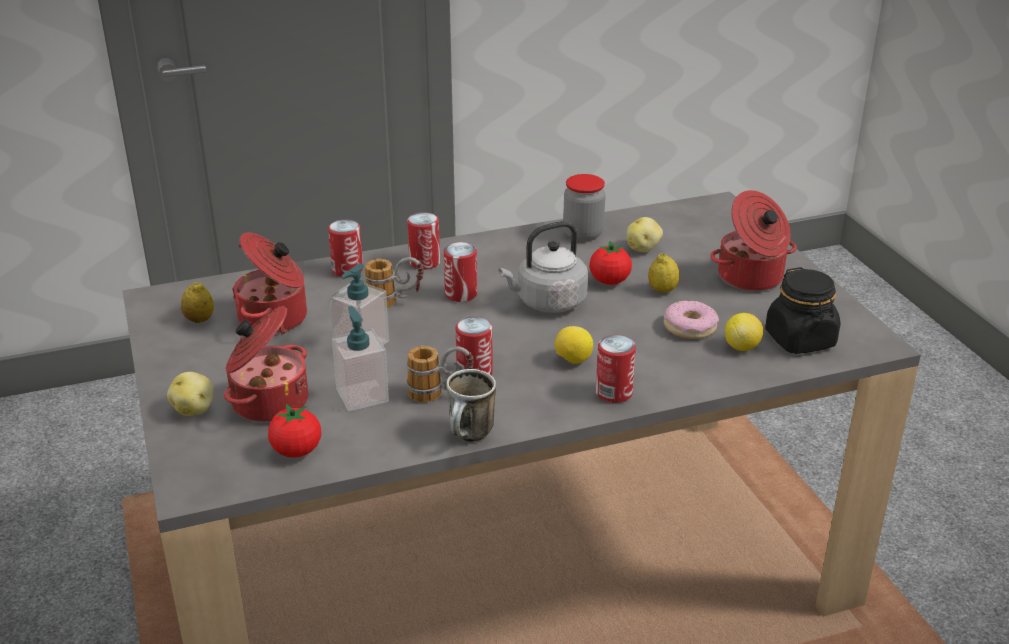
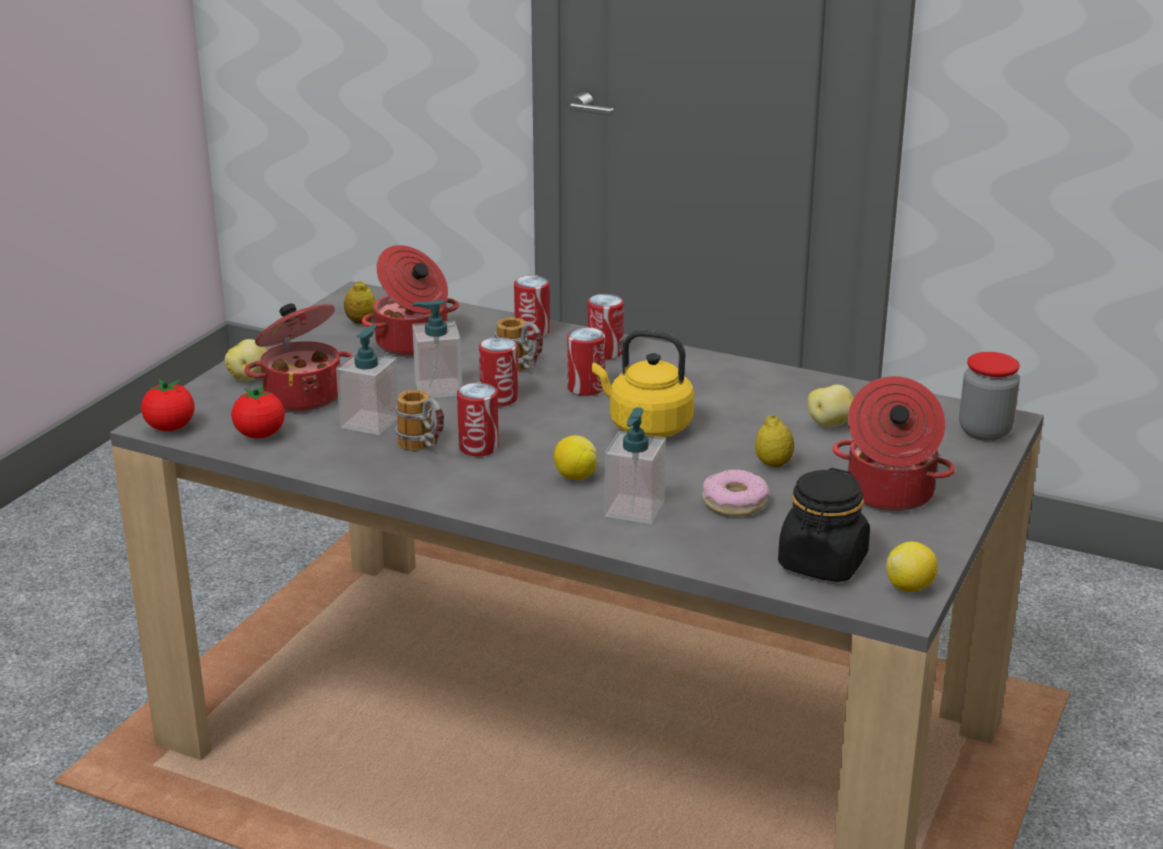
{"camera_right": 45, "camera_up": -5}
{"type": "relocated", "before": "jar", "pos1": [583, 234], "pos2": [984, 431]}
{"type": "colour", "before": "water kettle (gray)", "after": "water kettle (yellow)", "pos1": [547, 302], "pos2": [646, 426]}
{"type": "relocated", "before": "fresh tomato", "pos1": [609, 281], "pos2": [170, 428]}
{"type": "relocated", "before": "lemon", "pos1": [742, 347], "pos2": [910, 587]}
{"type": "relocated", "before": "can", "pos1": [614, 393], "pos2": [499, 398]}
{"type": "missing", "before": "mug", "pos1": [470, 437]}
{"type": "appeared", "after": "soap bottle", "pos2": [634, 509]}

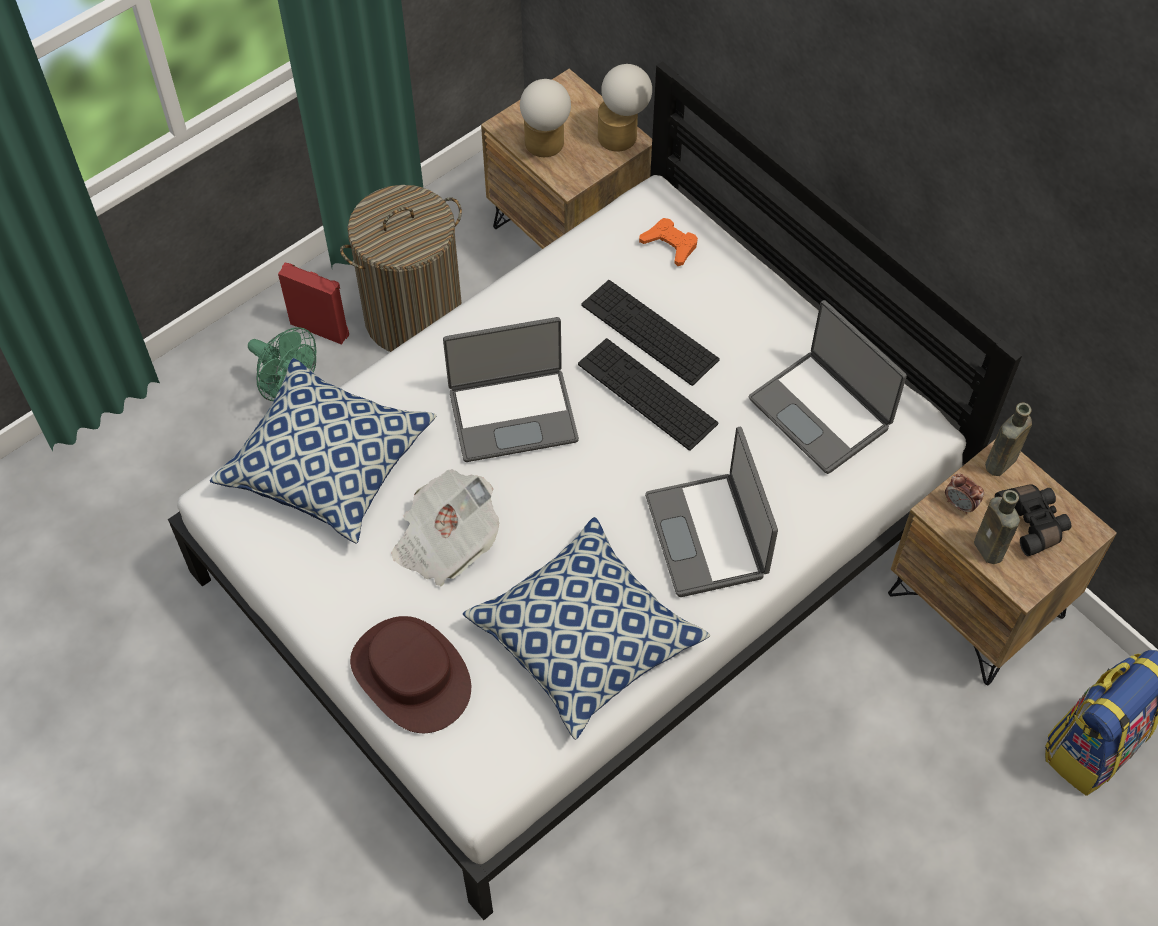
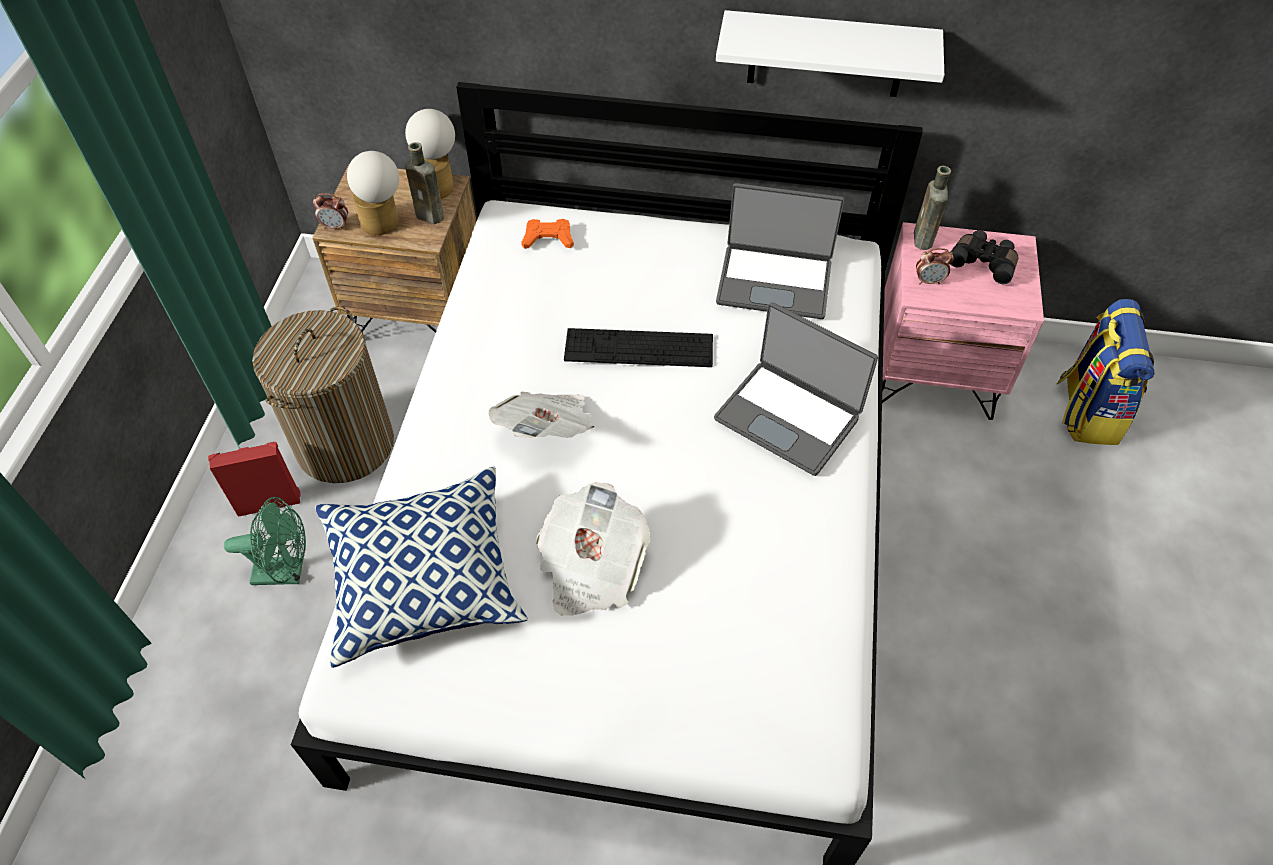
{"camera_right": -40, "camera_up": -5}
{"type": "missing", "before": "computer keyboard", "pos1": [649, 332]}
{"type": "exchanged", "before": "laptop", "after": "printed paper", "pos1": [513, 414], "pos2": [548, 430]}
{"type": "colour", "before": "nightstand (brown)", "after": "nightstand (pinkish)", "pos1": [977, 604], "pos2": [932, 373]}
{"type": "relocated", "before": "beverage bottle (brown)", "pos1": [990, 550], "pos2": [431, 216]}
{"type": "missing", "before": "cushion", "pos1": [585, 639]}
{"type": "missing", "before": "hat (brown)", "pos1": [411, 675]}
{"type": "appeared", "after": "bracket shelf (white-coloured)", "pos2": [826, 54]}
{"type": "appeared", "after": "bedside clock", "pos2": [335, 226]}

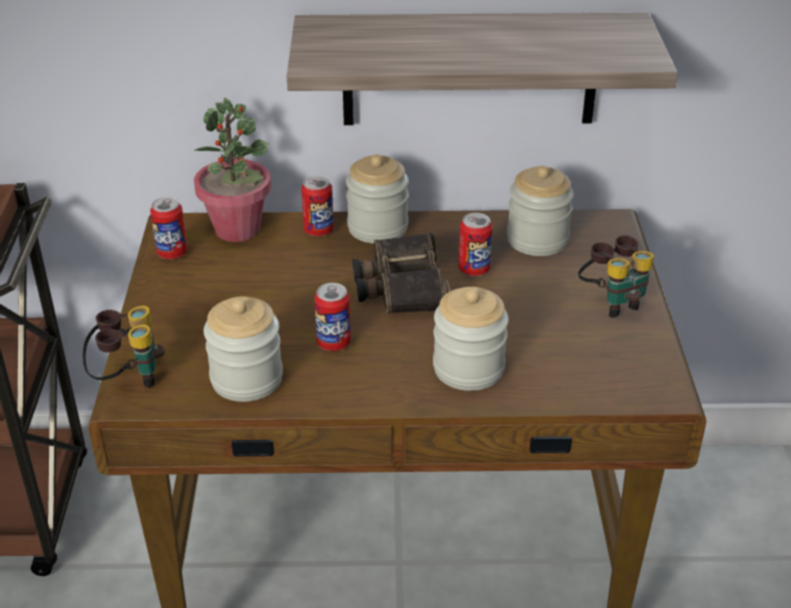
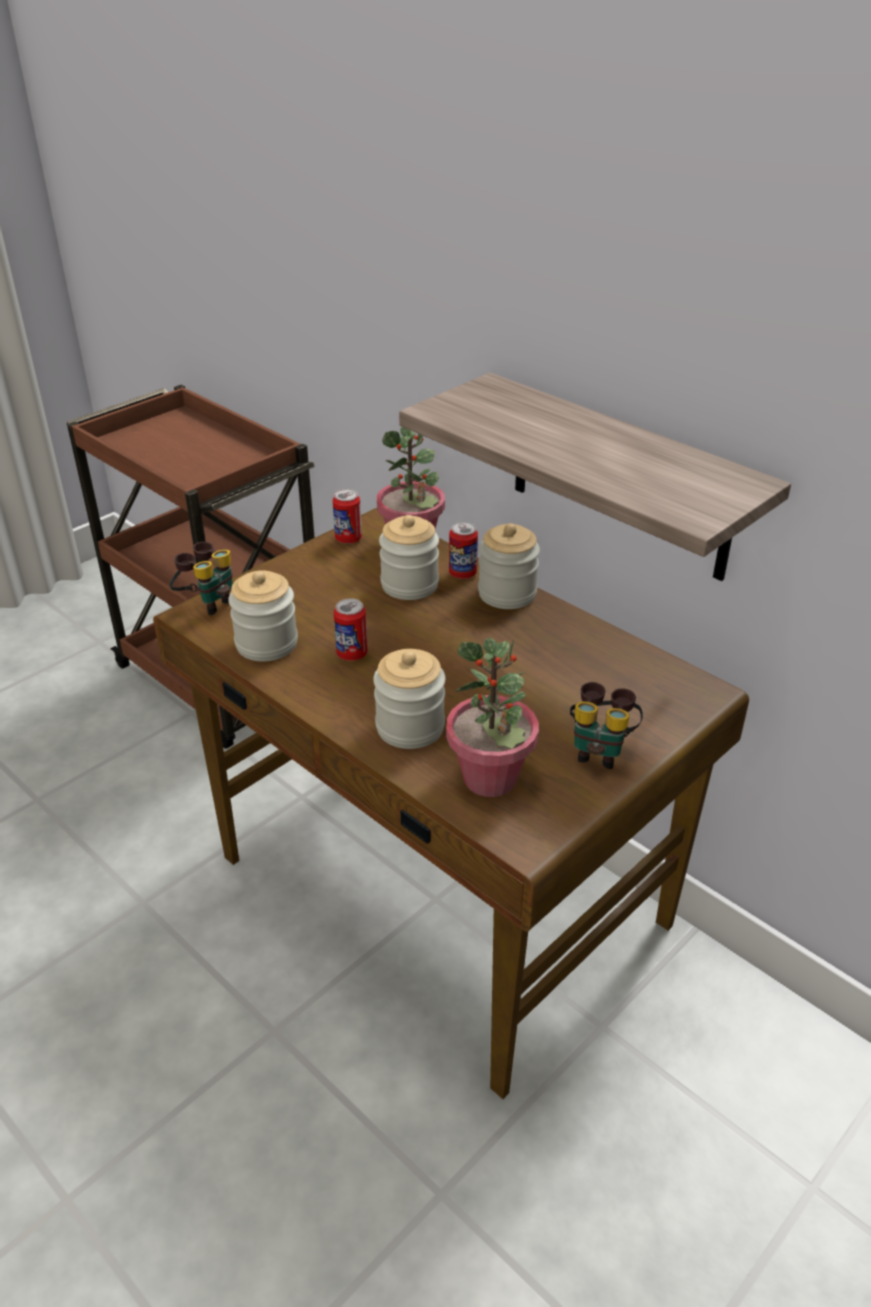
{"camera_right": 45, "camera_up": 0}
{"type": "relocated", "before": "jar", "pos1": [537, 240], "pos2": [409, 585]}
{"type": "missing", "before": "can", "pos1": [474, 269]}
{"type": "missing", "before": "pair of binoculars", "pos1": [400, 285]}
{"type": "appeared", "after": "houseplant", "pos2": [490, 778]}

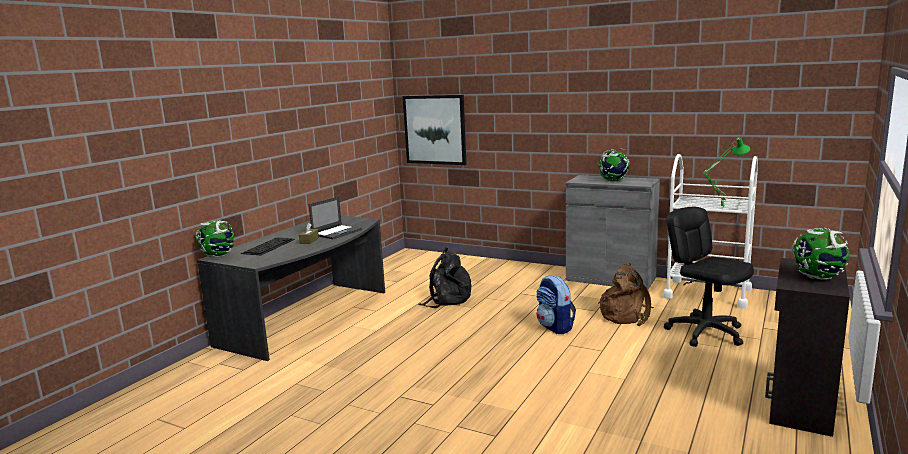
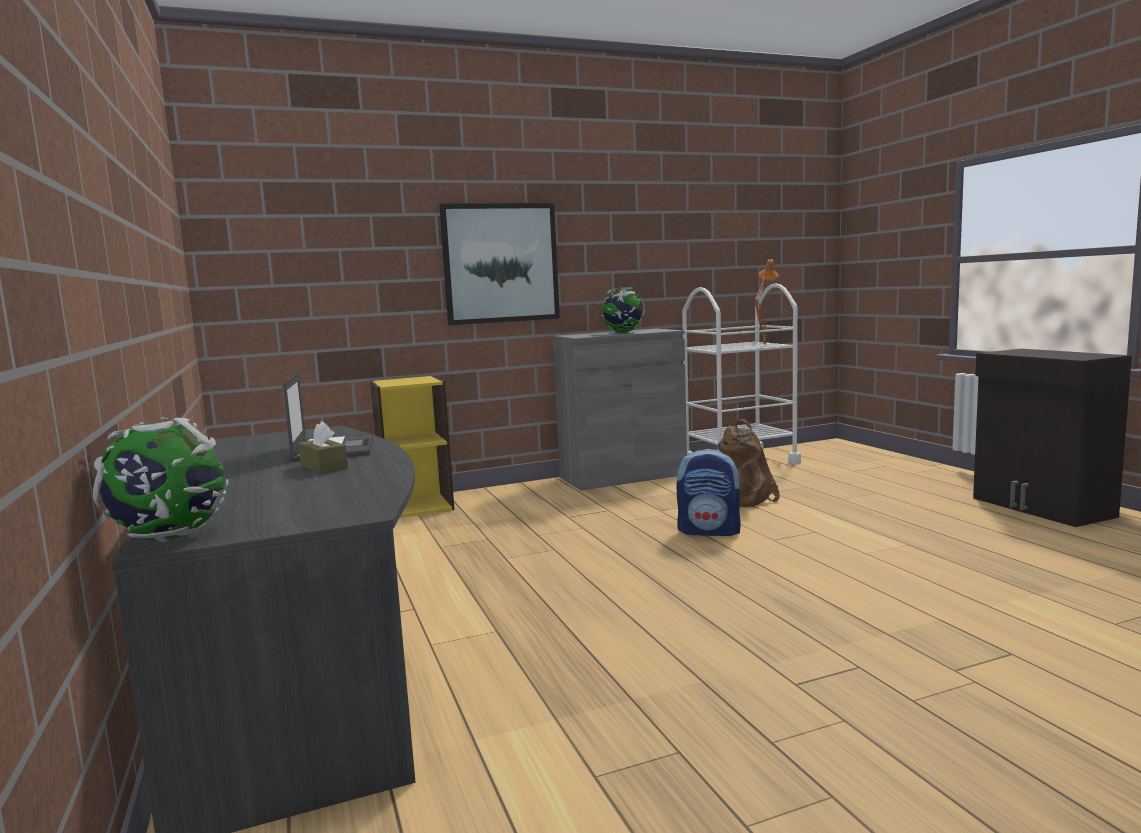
{"camera_right": -50, "camera_up": -5}
{"type": "relocated", "before": "wall art", "pos1": [435, 129], "pos2": [500, 263]}
{"type": "colour", "before": "lamp for a table (greenish)", "after": "lamp for a table (orange-coloured)", "pos1": [722, 207], "pos2": [763, 346]}
{"type": "missing", "before": "computer chair (blackish)", "pos1": [705, 332]}
{"type": "missing", "before": "world globe", "pos1": [817, 277]}
{"type": "missing", "before": "computer keyboard", "pos1": [269, 246]}
{"type": "missing", "before": "rucksack (blackish)", "pos1": [447, 299]}
{"type": "appeared", "after": "shelving unit (yellow)", "pos2": [416, 506]}

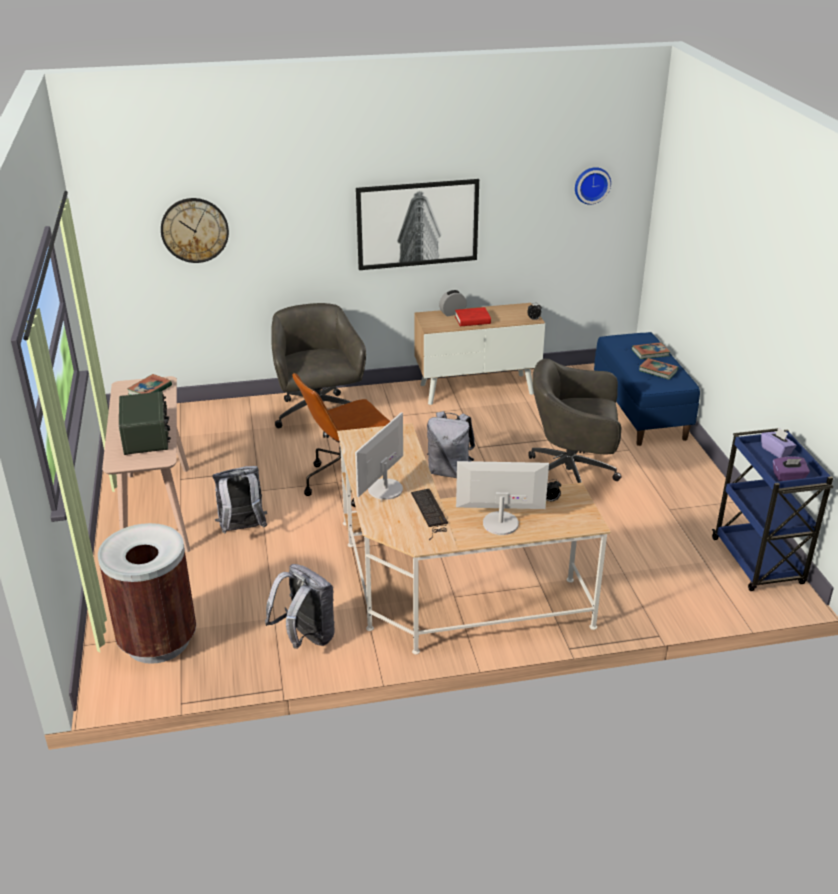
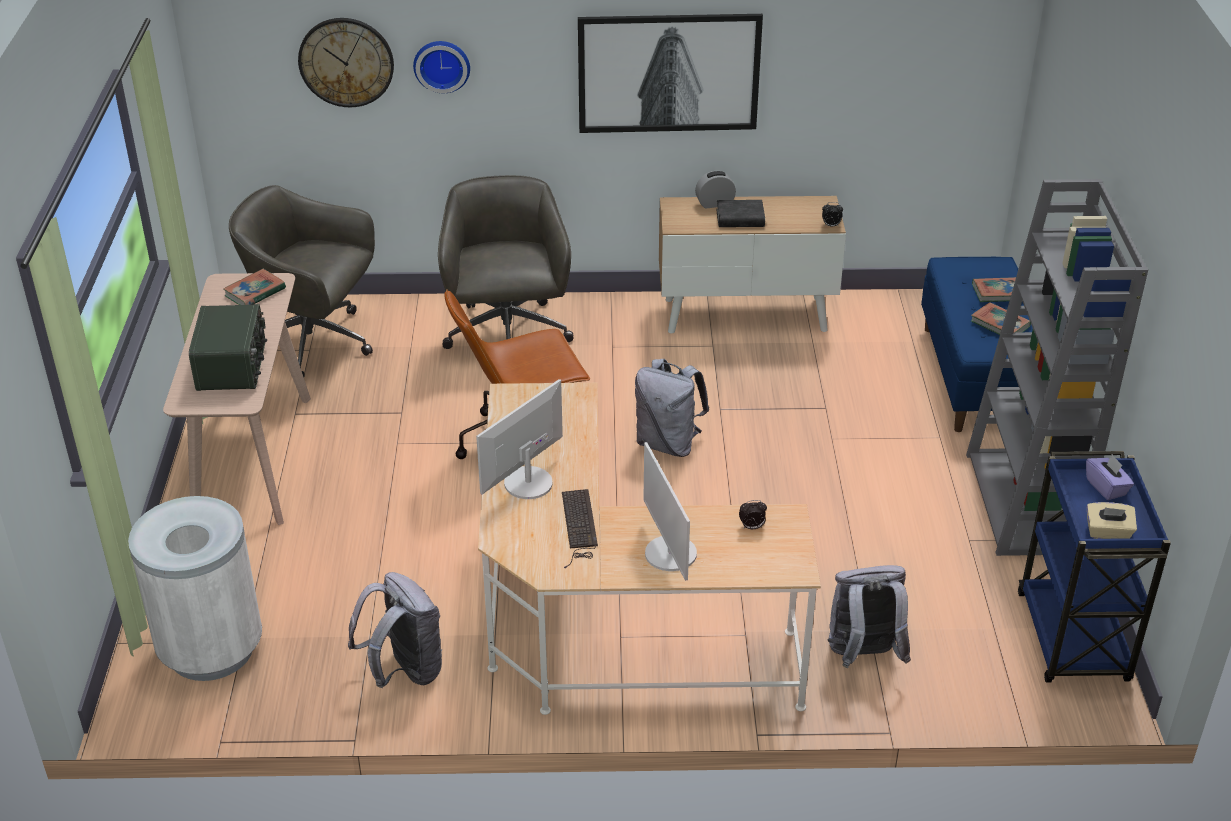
{"camera_right": 10, "camera_up": 5}
{"type": "relocated", "before": "clock on the wall", "pos1": [591, 184], "pos2": [442, 65]}
{"type": "colour", "before": "volume (reddish)", "after": "volume (blackish)", "pos1": [472, 320], "pos2": [740, 218]}
{"type": "relocated", "before": "computer chair (gray)", "pos1": [572, 476], "pos2": [314, 343]}
{"type": "colour", "before": "tissue box (purplish)", "after": "tissue box (sand-coloured)", "pos1": [788, 477], "pos2": [1108, 533]}
{"type": "spun", "before": "computer screen", "pos1": [500, 523], "pos2": [670, 554], "turn": -120}
{"type": "relocated", "before": "rucksack (gray)", "pos1": [242, 530], "pos2": [863, 656]}
{"type": "colour", "before": "rubbish bin (brown)", "after": "rubbish bin (white-coloured)", "pos1": [157, 641], "pos2": [210, 650]}
{"type": "appeared", "after": "shelving unit (gray)", "pos2": [1023, 504]}

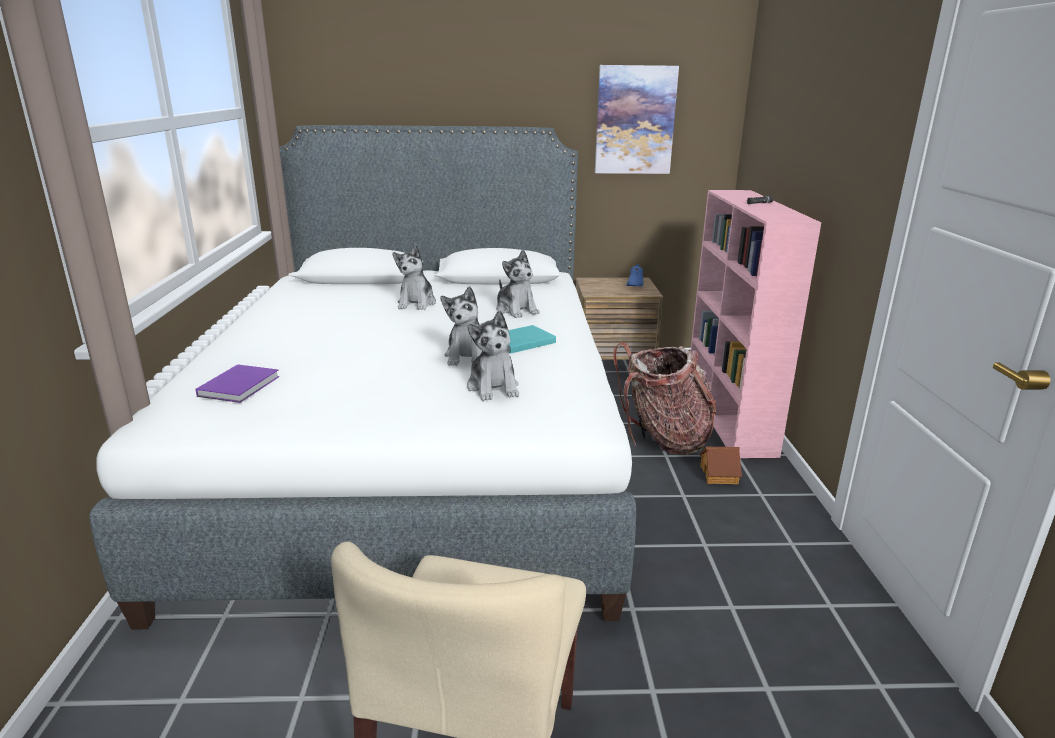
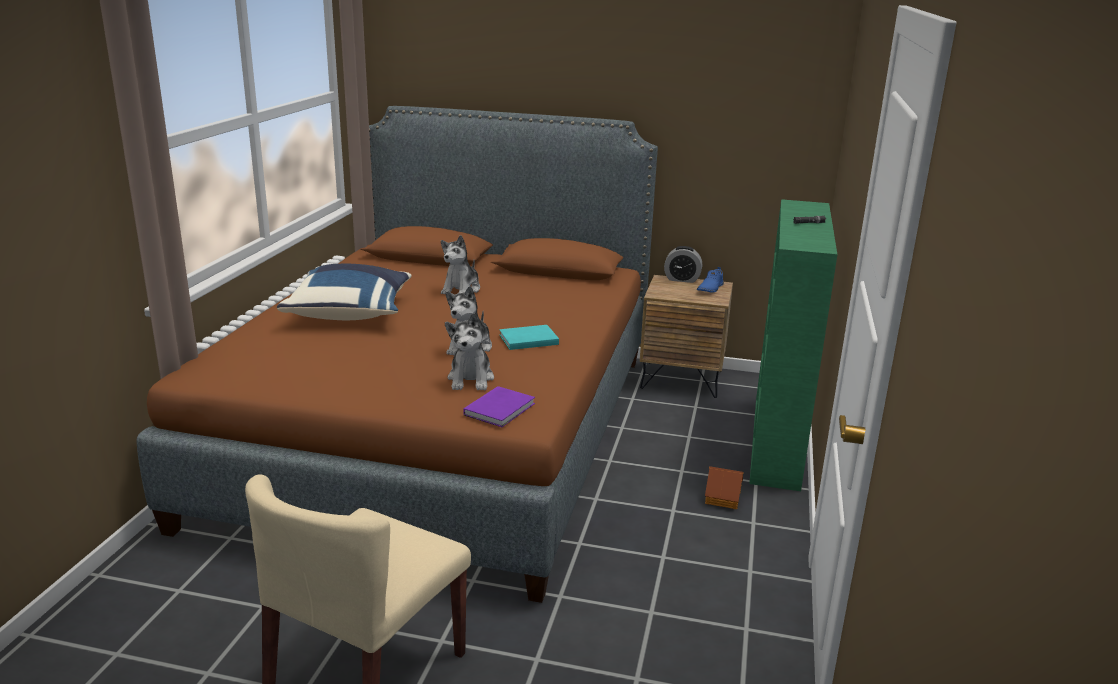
{"camera_right": 15, "camera_up": 0}
{"type": "missing", "before": "wall art", "pos1": [635, 120]}
{"type": "colour", "before": "bed (white-coloured)", "after": "bed (brown)", "pos1": [415, 453], "pos2": [443, 432]}
{"type": "colour", "before": "shelving unit (pinkish)", "after": "shelving unit (greenish)", "pos1": [729, 417], "pos2": [776, 442]}
{"type": "missing", "before": "soft toy", "pos1": [516, 310]}
{"type": "missing", "before": "rucksack", "pos1": [663, 439]}
{"type": "relocated", "before": "volume (purplish)", "pos1": [241, 385], "pos2": [501, 409]}
{"type": "appeared", "after": "bedside clock", "pos2": [682, 279]}
{"type": "appeared", "after": "cushion (bluish)", "pos2": [351, 313]}

